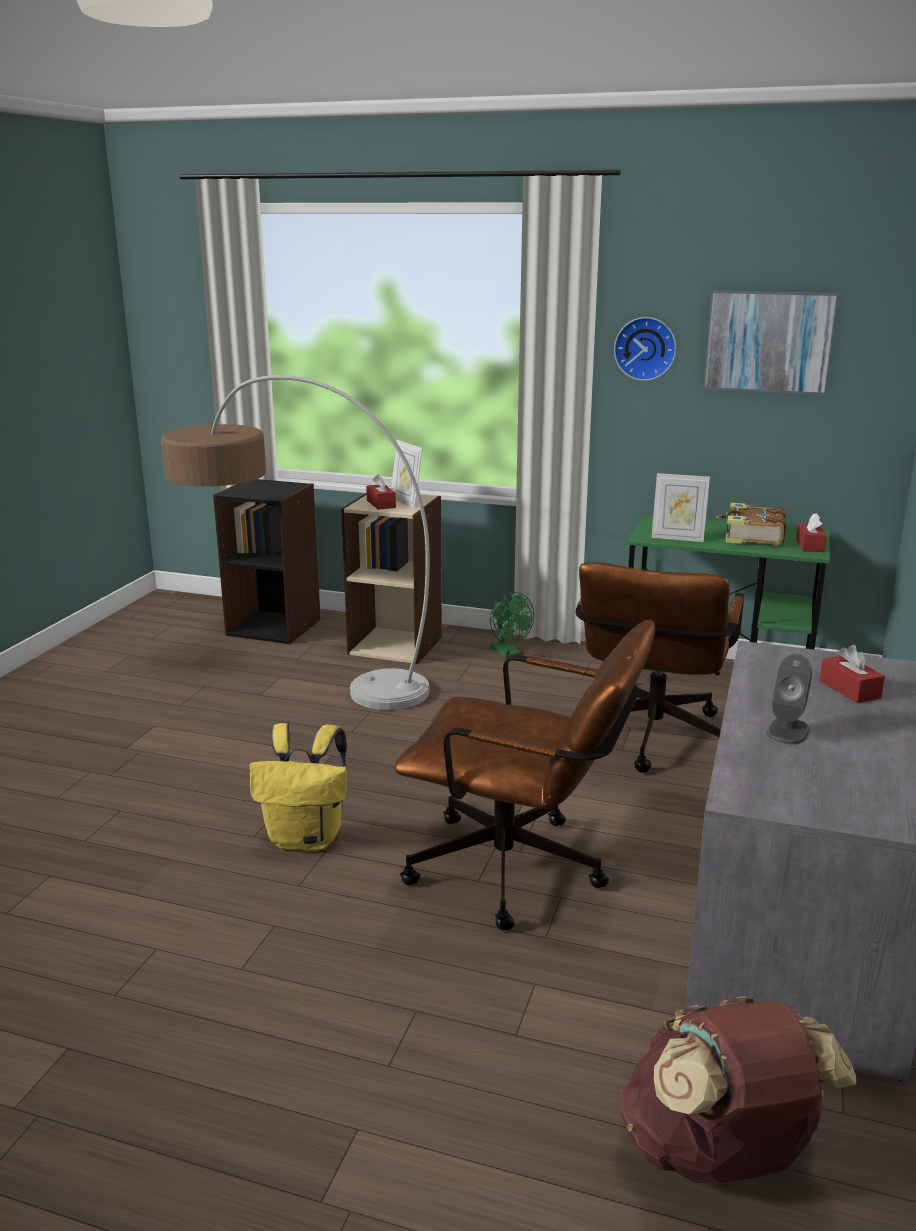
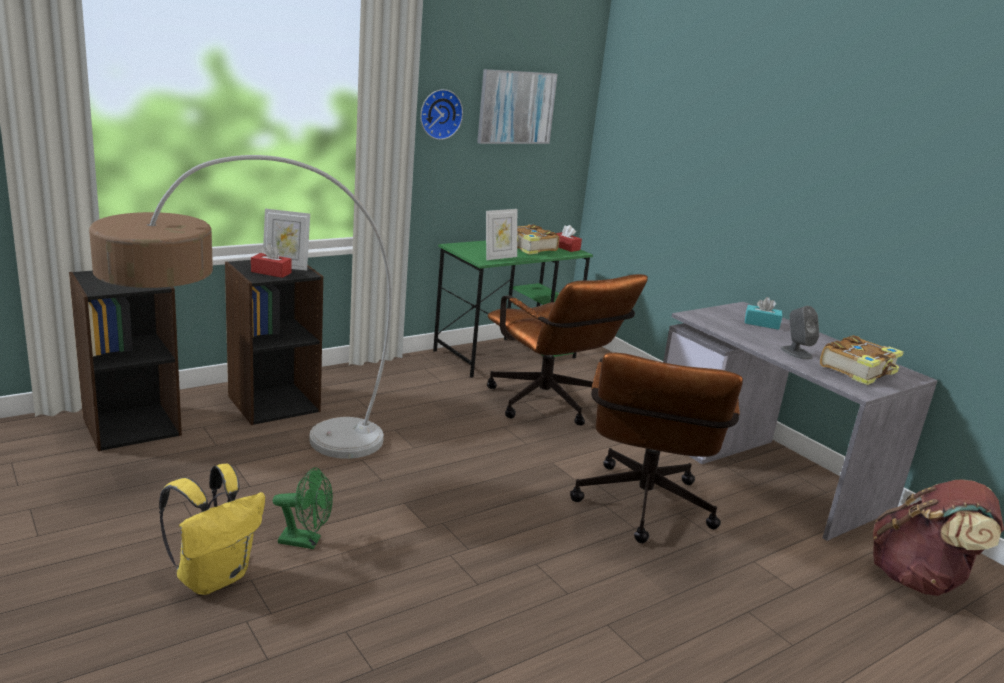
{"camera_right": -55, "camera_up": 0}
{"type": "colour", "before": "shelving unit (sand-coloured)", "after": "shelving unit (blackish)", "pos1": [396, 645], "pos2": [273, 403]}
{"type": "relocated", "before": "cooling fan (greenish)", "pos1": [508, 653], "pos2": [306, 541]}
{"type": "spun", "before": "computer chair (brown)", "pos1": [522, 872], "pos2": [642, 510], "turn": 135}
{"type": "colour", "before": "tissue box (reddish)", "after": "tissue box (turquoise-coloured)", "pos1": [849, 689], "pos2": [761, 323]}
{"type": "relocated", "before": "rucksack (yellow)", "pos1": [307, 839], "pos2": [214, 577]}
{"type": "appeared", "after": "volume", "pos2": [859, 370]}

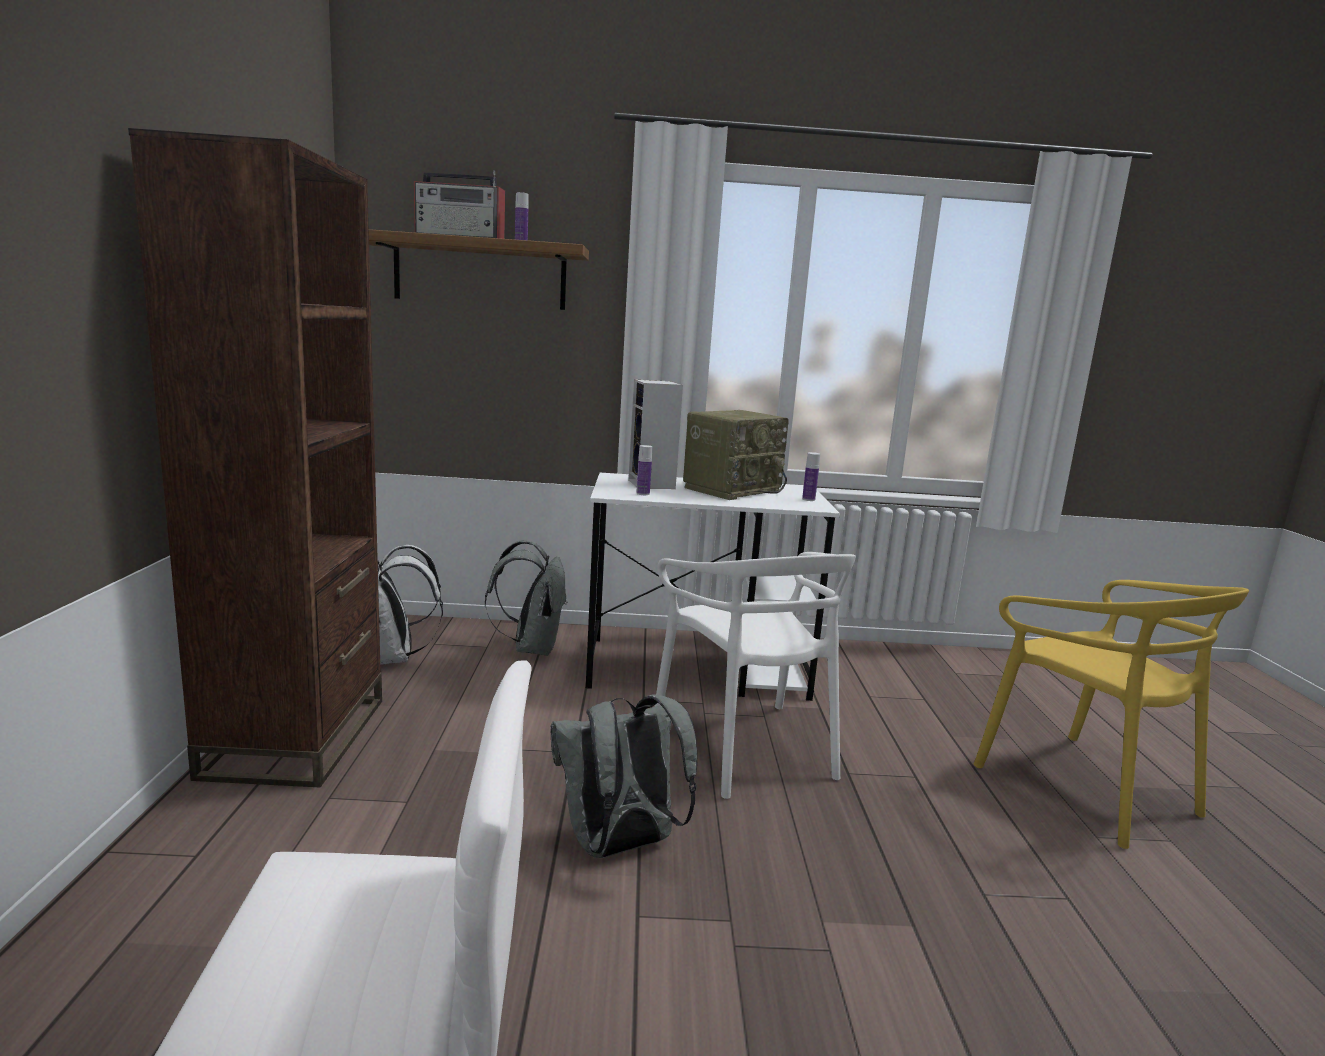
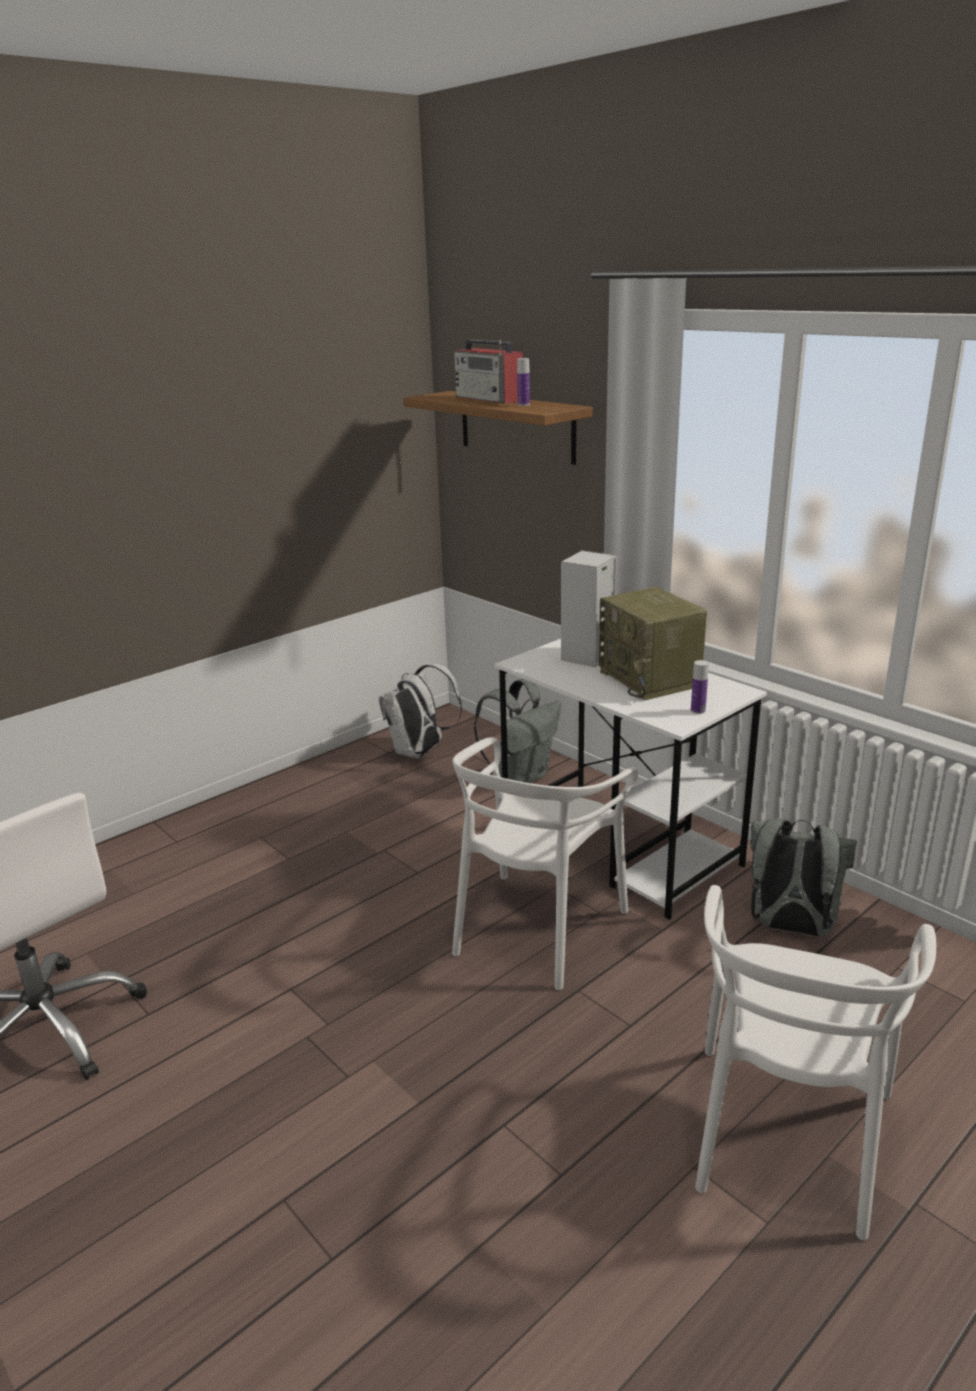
{"camera_right": 50, "camera_up": 10}
{"type": "missing", "before": "shelving unit (brown)", "pos1": [297, 737]}
{"type": "spun", "before": "radio set", "pos1": [732, 489], "pos2": [651, 679], "turn": 60}
{"type": "missing", "before": "beverage bottle", "pos1": [643, 493]}
{"type": "colour", "before": "upright chair (yellow)", "after": "upright chair (white-coloured)", "pos1": [1085, 786], "pos2": [787, 1133]}
{"type": "relocated", "before": "rucksack (gray)", "pos1": [619, 846], "pos2": [790, 927]}

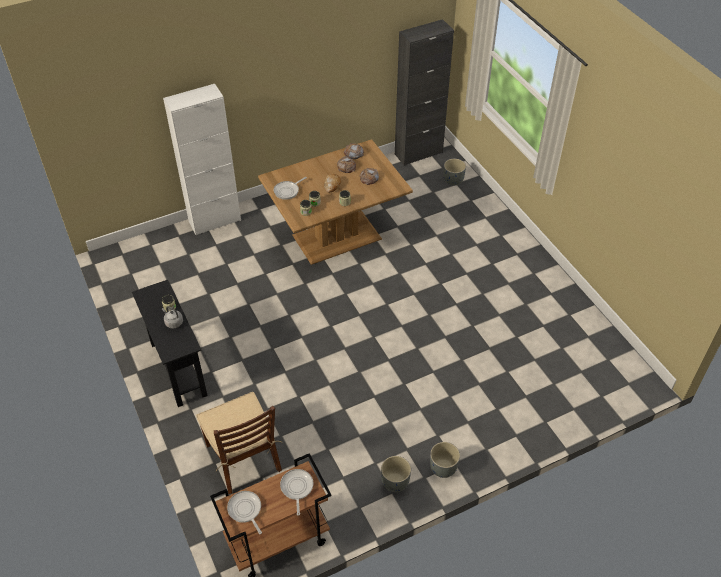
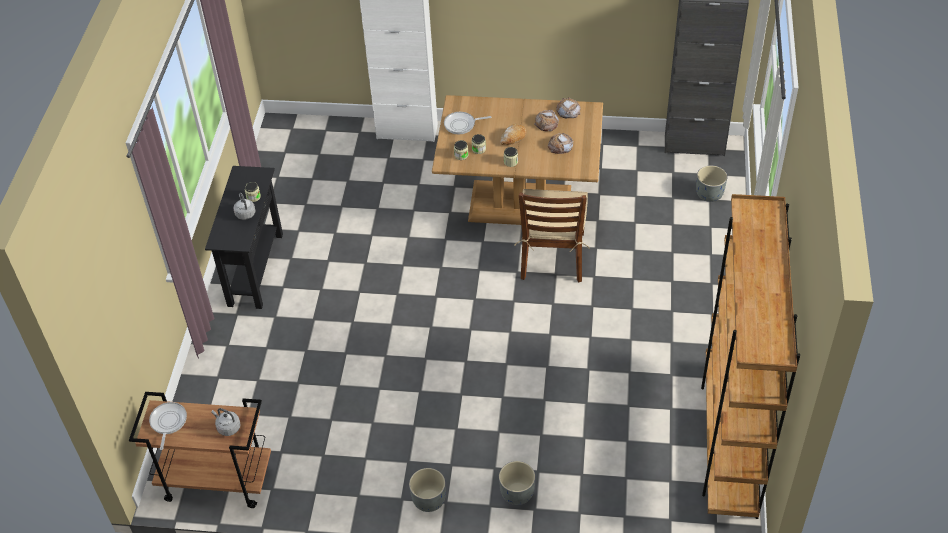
{"camera_right": 35, "camera_up": 0}
{"type": "relocated", "before": "upright chair (brown)", "pos1": [244, 458], "pos2": [552, 256]}
{"type": "relocated", "before": "planter (gray)", "pos1": [394, 482], "pos2": [516, 493]}
{"type": "exchanged", "before": "skillet", "after": "water kettle (gray)", "pos1": [296, 488], "pos2": [228, 427]}
{"type": "appeared", "after": "shelving unit (brown)", "pos2": [729, 442]}

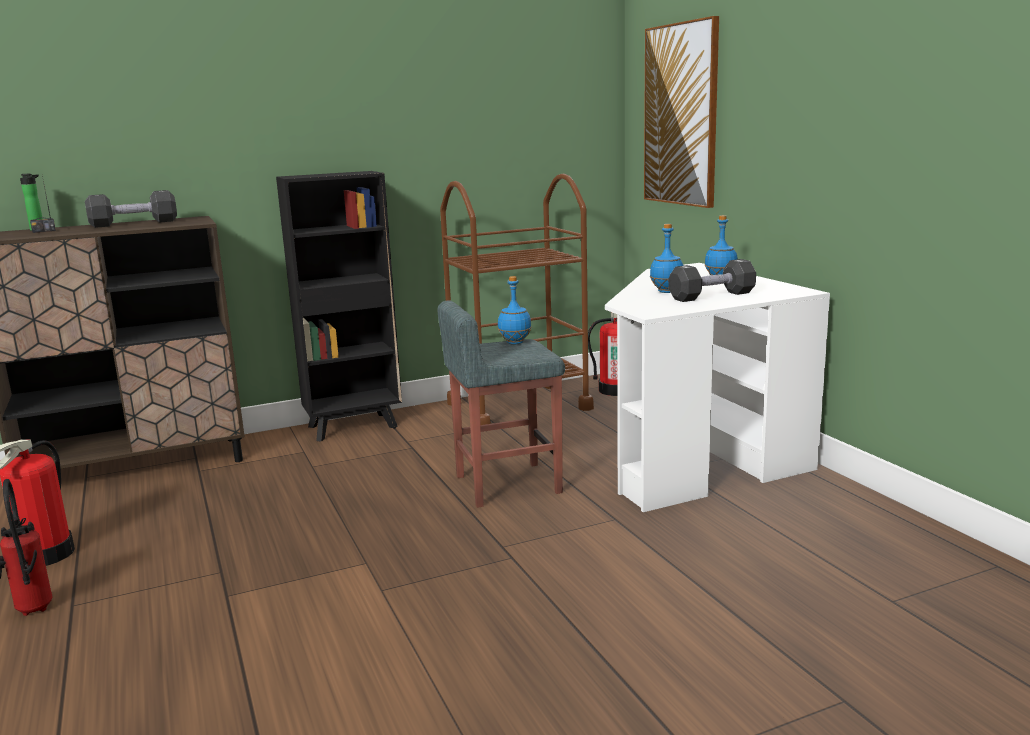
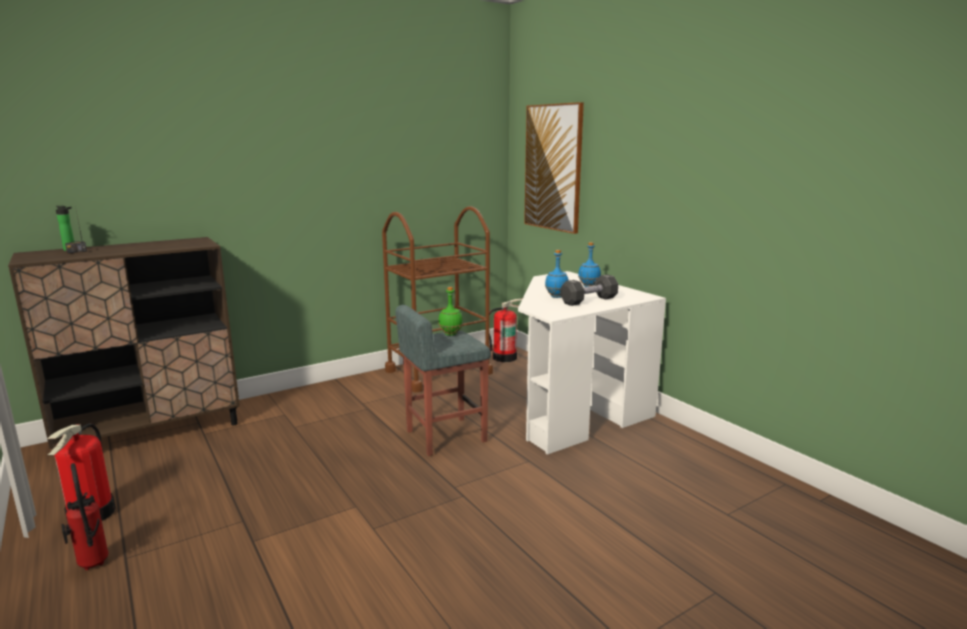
{"camera_right": -10, "camera_up": 0}
{"type": "missing", "before": "shelving unit (blackish)", "pos1": [354, 427]}
{"type": "missing", "before": "dumbbell (blackish)", "pos1": [134, 223]}
{"type": "colour", "before": "beverage bottle (bluish)", "after": "beverage bottle (greenish)", "pos1": [514, 343], "pos2": [450, 334]}

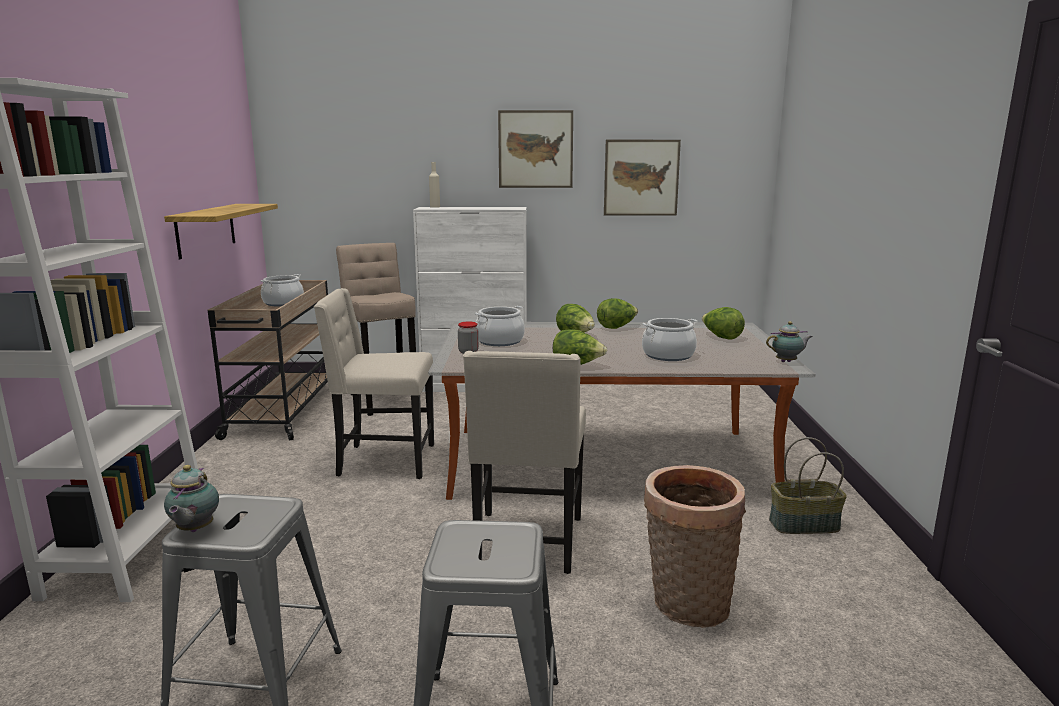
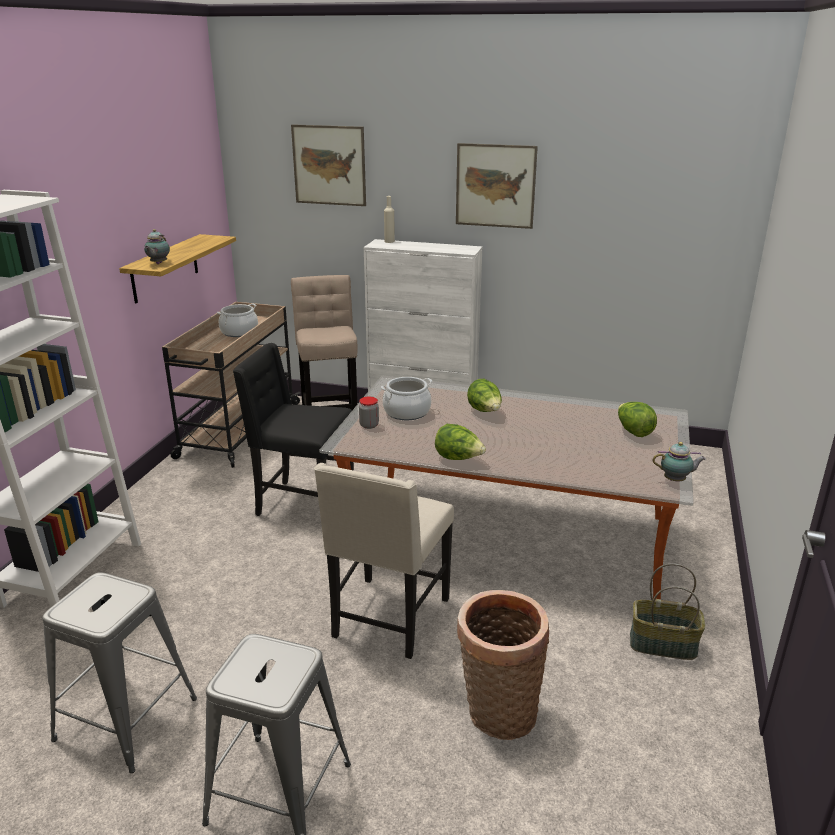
{"camera_right": 15, "camera_up": 10}
{"type": "relocated", "before": "wall art", "pos1": [641, 177], "pos2": [329, 165]}
{"type": "colour", "before": "upright chair (sand-coloured)", "after": "upright chair (blackish)", "pos1": [384, 461], "pos2": [303, 504]}
{"type": "missing", "before": "head of lettuce", "pos1": [616, 327]}
{"type": "missing", "before": "cooking pot", "pos1": [668, 355]}
{"type": "relocated", "before": "pot for tea", "pos1": [194, 530], "pos2": [158, 263]}

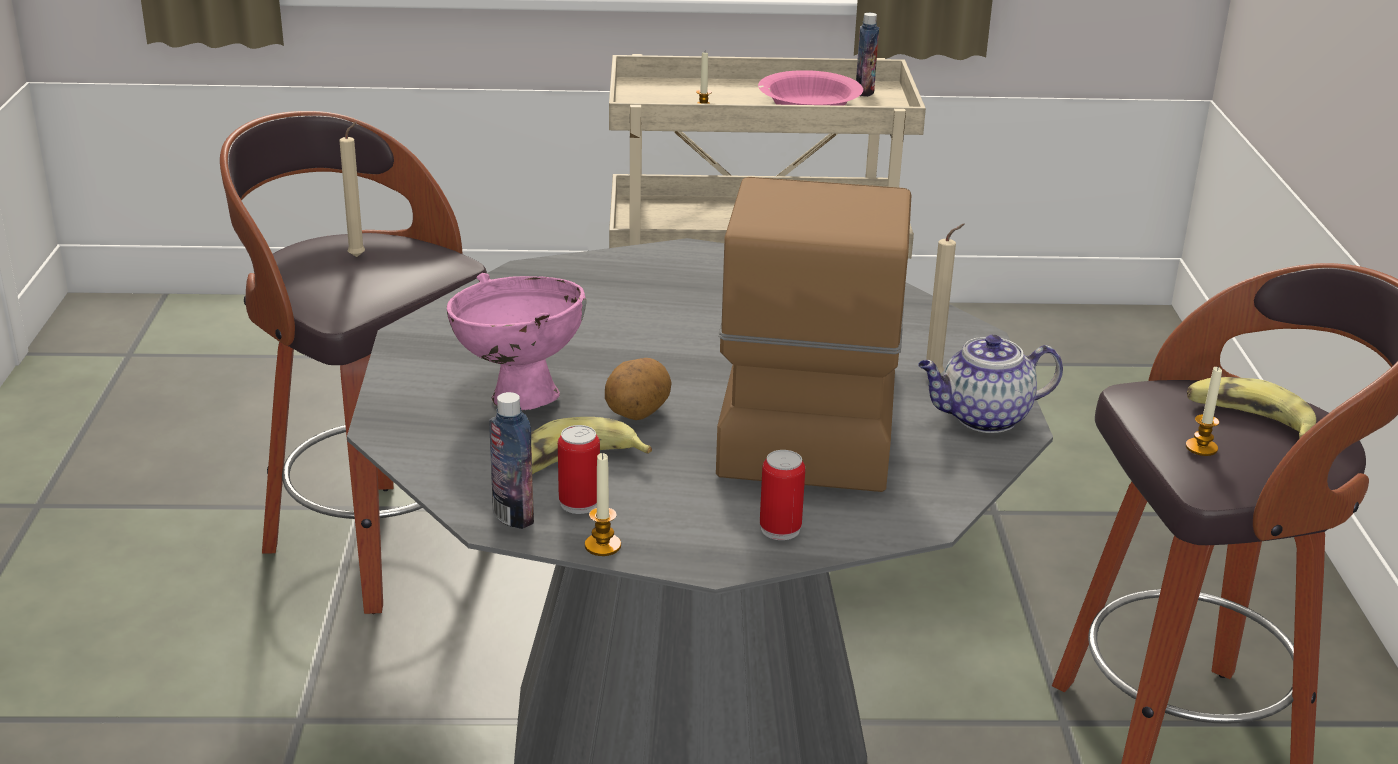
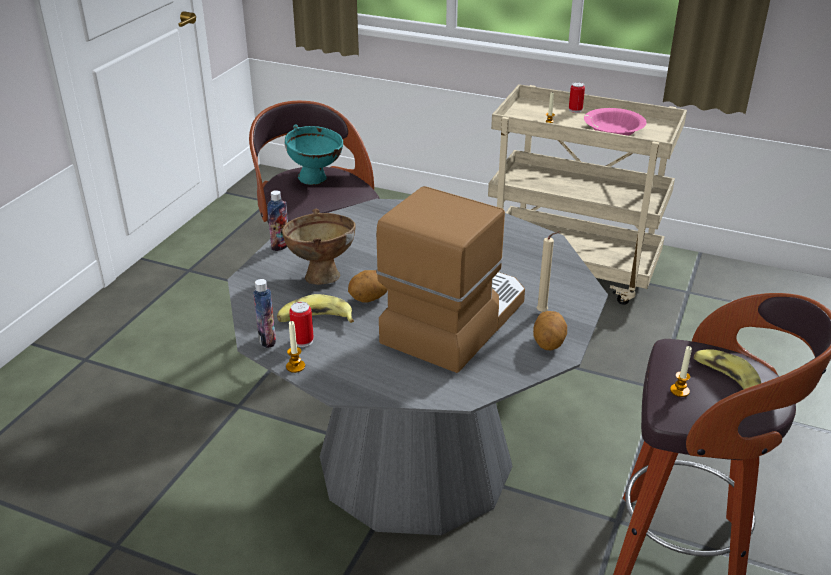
{"camera_right": 25, "camera_up": 5}
{"type": "relocated", "before": "beverage bottle", "pos1": [864, 92], "pos2": [280, 246]}
{"type": "exchanged", "before": "candle (sand-coloured)", "after": "bowl (turquoise-coloured)", "pos1": [359, 256], "pos2": [317, 181]}
{"type": "colour", "before": "bowl (pinkish)", "after": "bowl (brown)", "pos1": [517, 392], "pos2": [321, 273]}
{"type": "exchanged", "before": "pot for tea", "after": "whole potato", "pos1": [983, 418], "pos2": [549, 343]}
{"type": "relocated", "before": "can", "pos1": [780, 529], "pos2": [575, 110]}

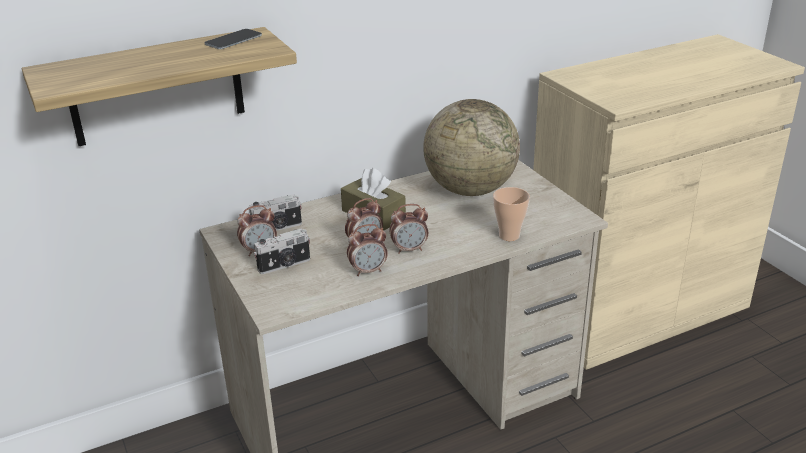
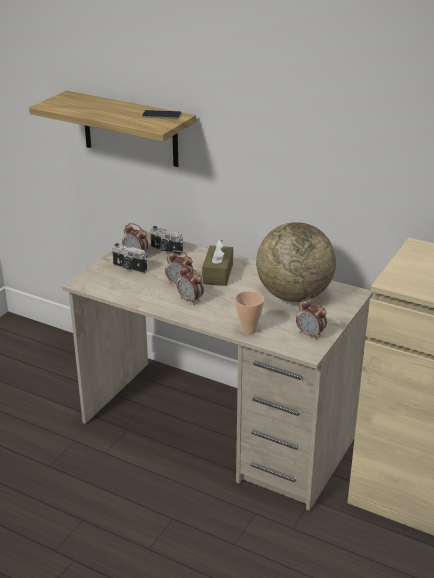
{"camera_right": 55, "camera_up": 0}
{"type": "relocated", "before": "bedside clock", "pos1": [368, 271], "pos2": [310, 334]}

